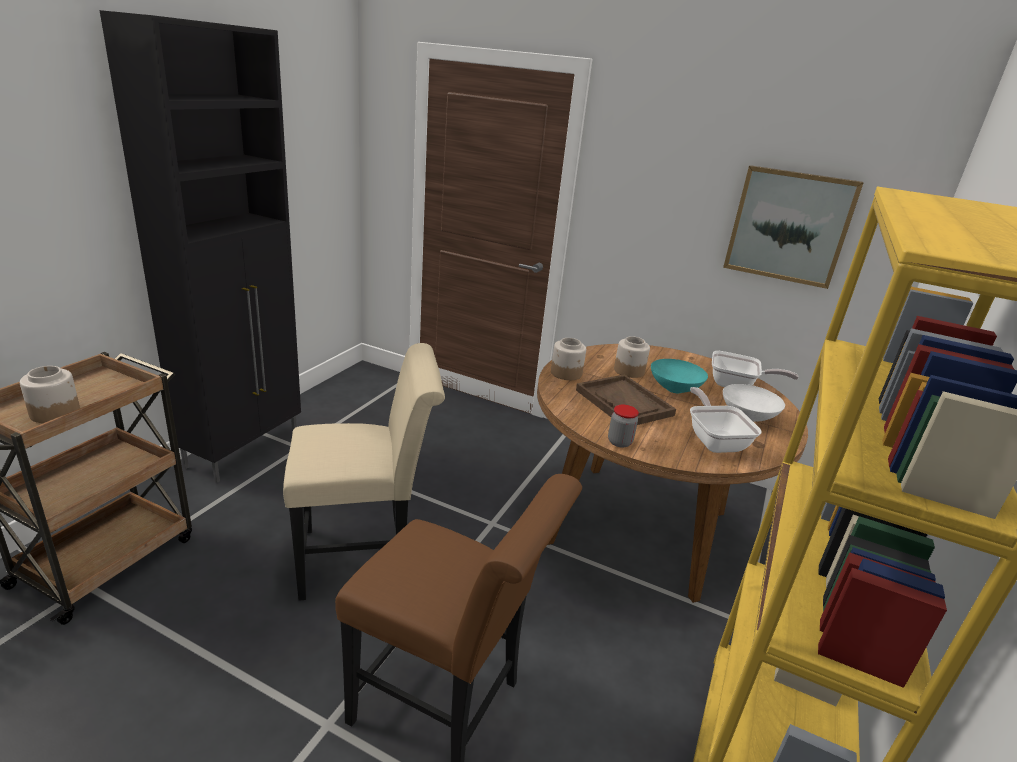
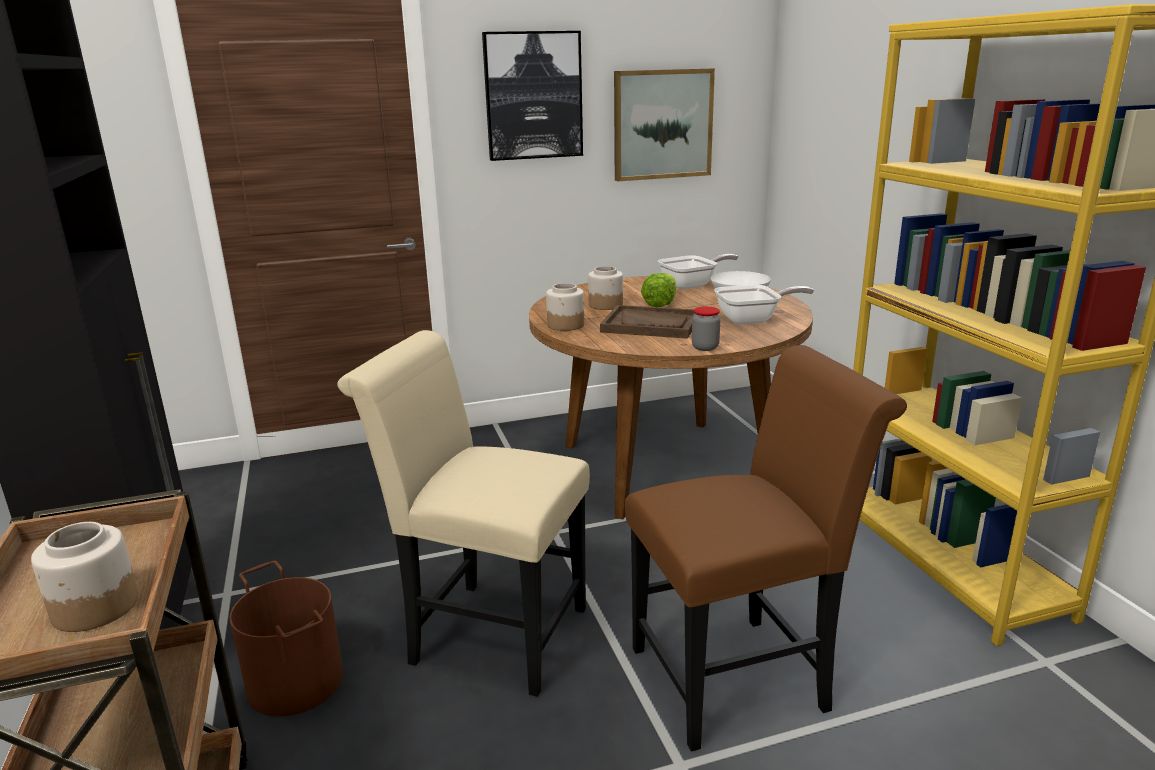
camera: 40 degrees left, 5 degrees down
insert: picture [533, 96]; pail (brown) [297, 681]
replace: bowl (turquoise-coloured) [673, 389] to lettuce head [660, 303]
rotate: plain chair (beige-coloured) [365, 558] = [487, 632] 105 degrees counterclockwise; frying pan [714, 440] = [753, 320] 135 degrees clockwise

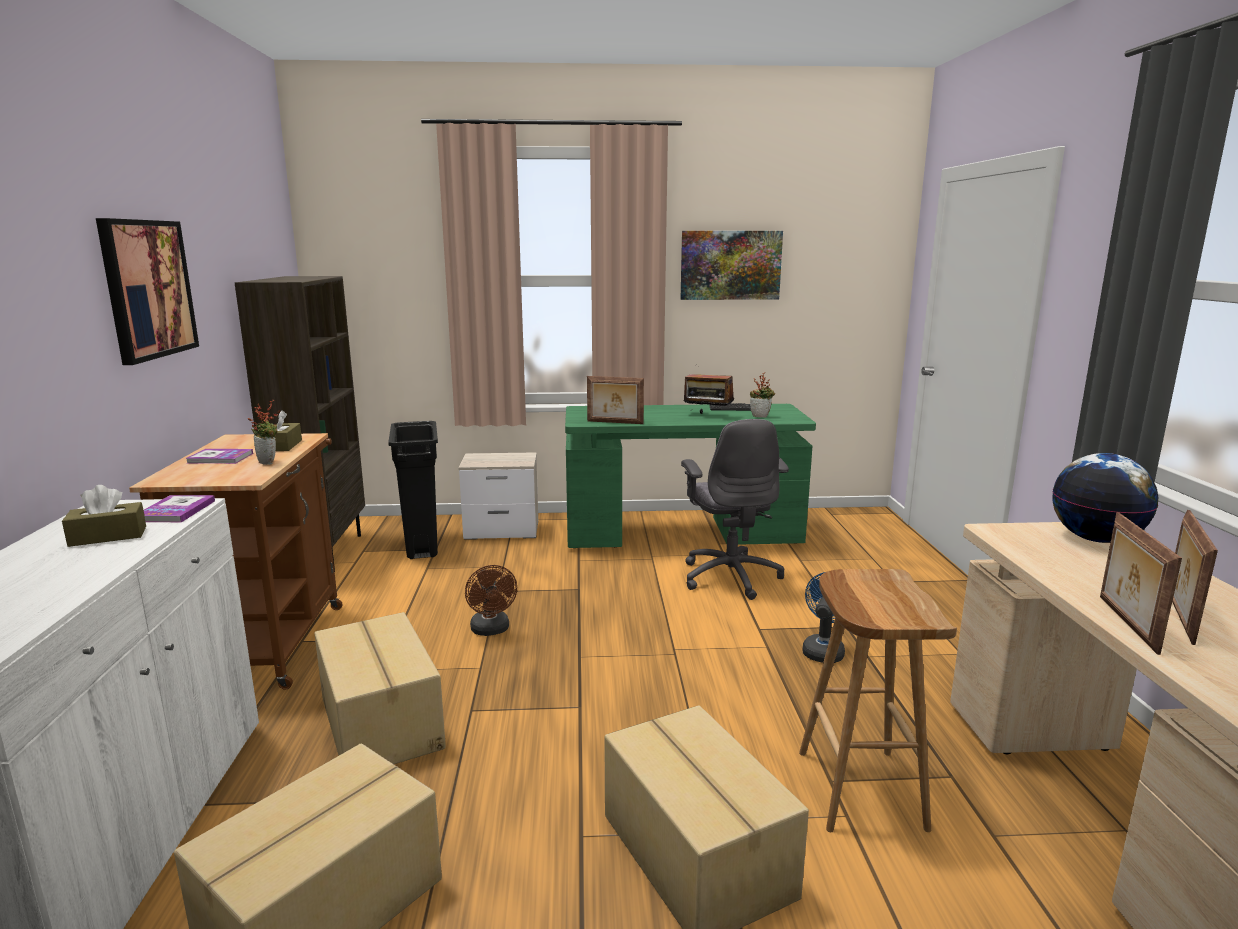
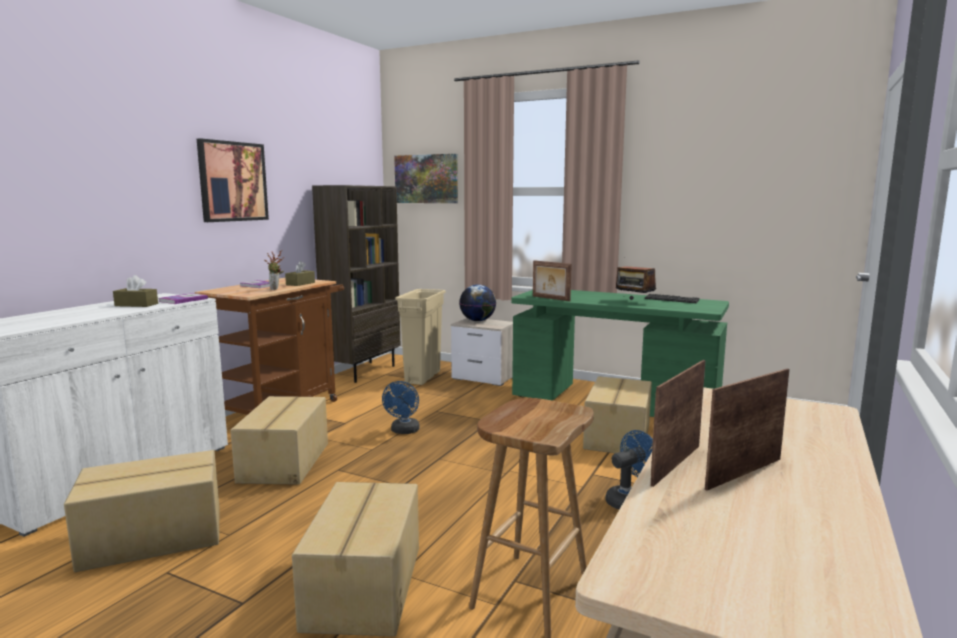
camera: 30 degrees right, 5 degrees down
delete: potted plant [761, 416]
move: picture [730, 265] to [426, 179]; globe [1096, 539] to [478, 321]
replace: computer chair (grey) [730, 576] to cardboard box [616, 436]
recolor: rubbish bin (black-coloured) [422, 546] to rubbish bin (beige-coloured) [422, 377]; electric fan (brown) [491, 630] to electric fan (blue-coloured) [404, 431]

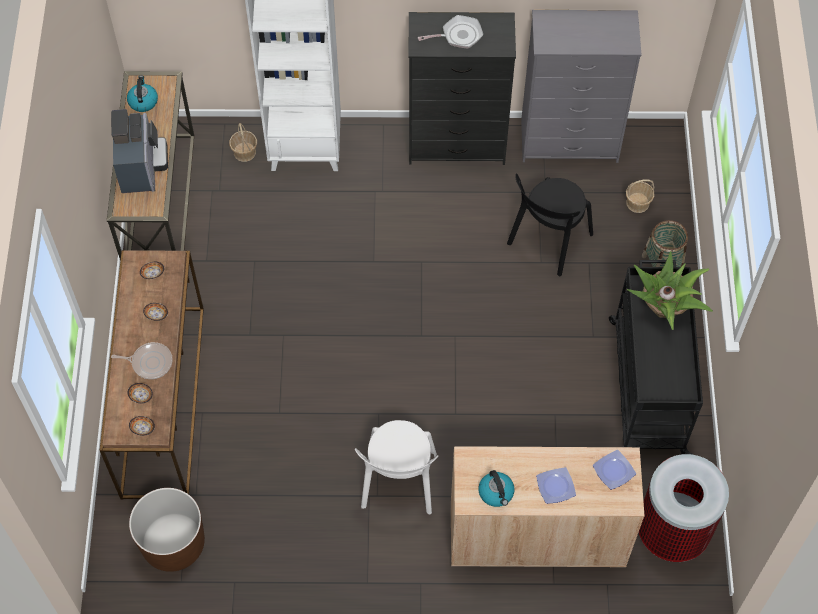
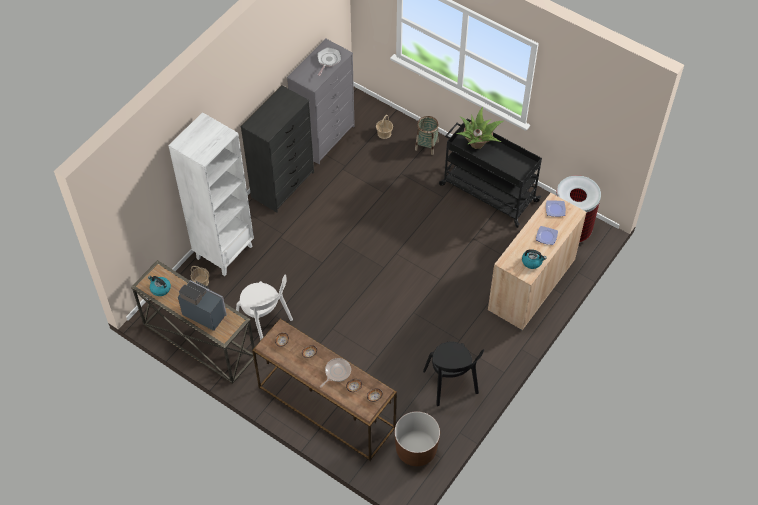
camera: 55 degrees left, 5 degrees down
move: frying pan [458, 35] to [328, 61]; plain chair (black-coloured) [547, 241] to [451, 384]; plain chair (white) [398, 484] to [265, 323]

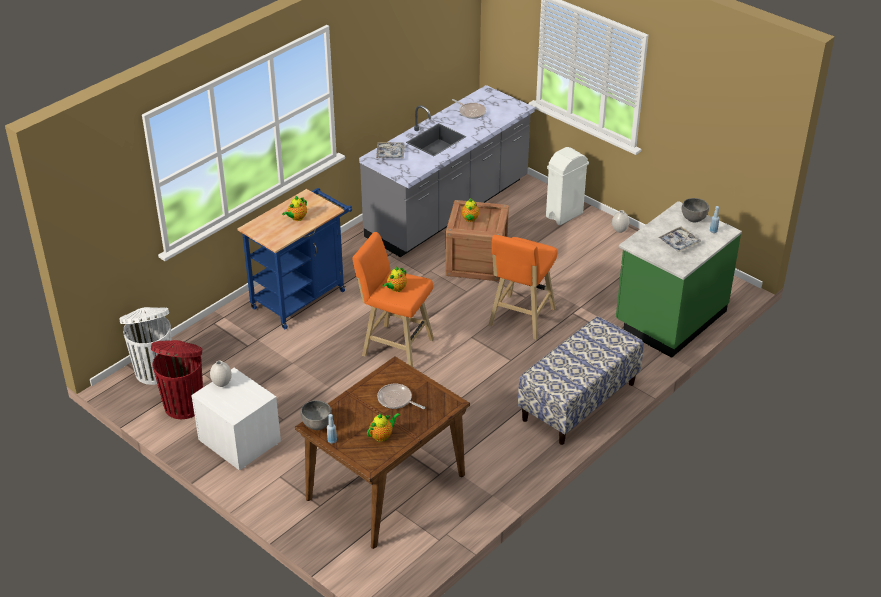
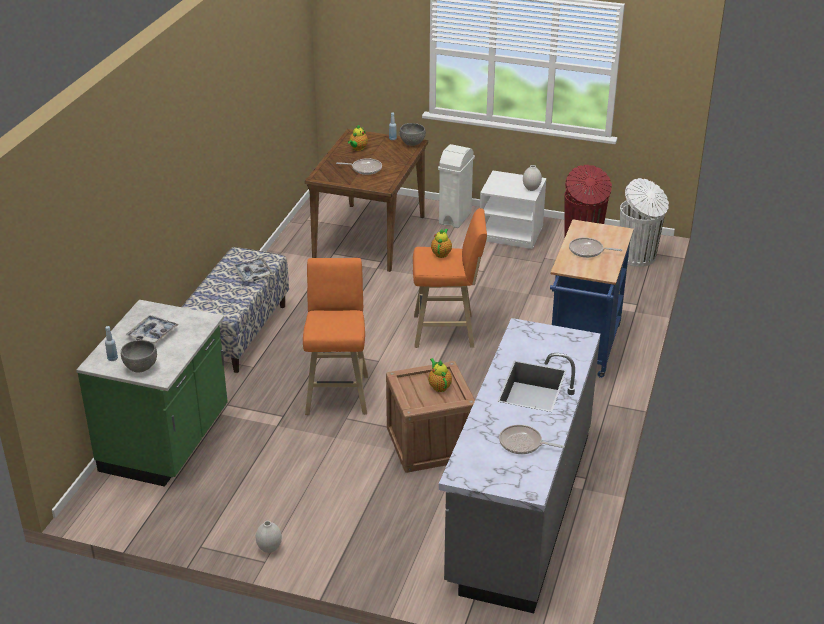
camera: 155 degrees right, 5 degrees down
move: carrying tray [390, 154] to [253, 273]; rubbish bin (white) [563, 215] to [455, 218]
replace: teapot [296, 218] to frying pan [588, 251]

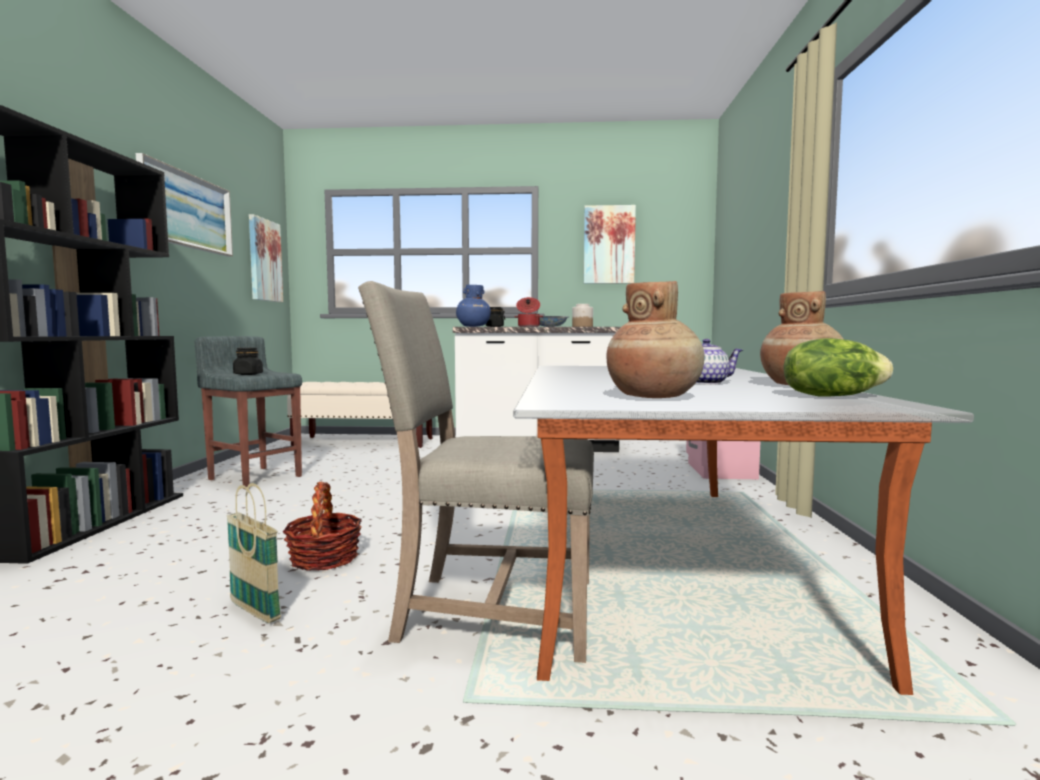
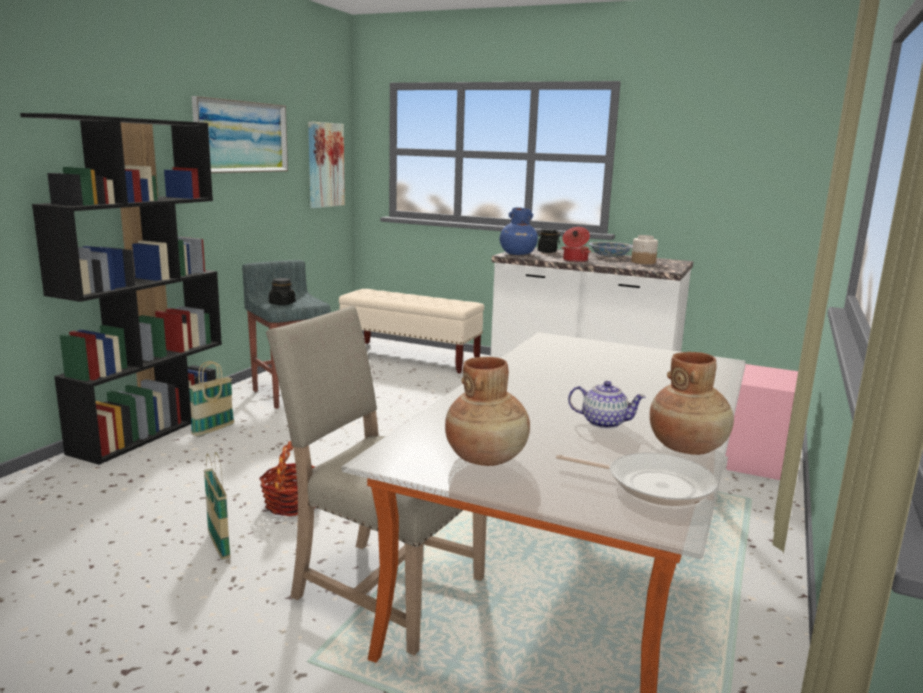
camera: 20 degrees right, 10 degrees up
delete: picture [609, 245]
insert: basket [213, 430]
replace: lettuce head [831, 396] to frying pan [653, 485]

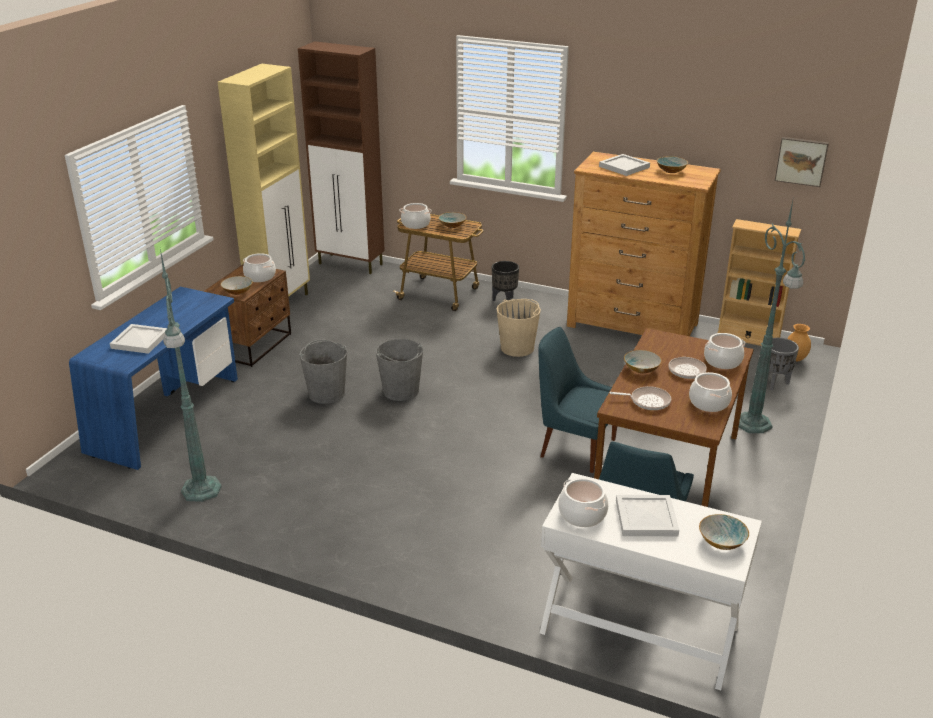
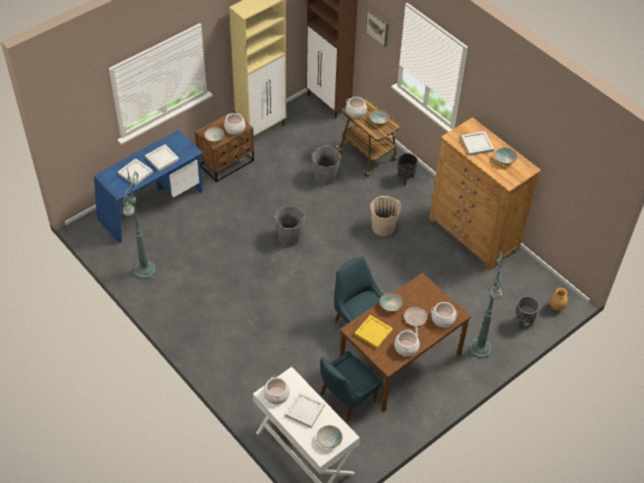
camera: 25 degrees right, 20 degrees up
delete: bookcase (beige-coloured) [748, 338]
insert: carrying tray (white) [162, 159]
move: picture [801, 161] to [378, 27]; pail (grey) [326, 393] to [325, 176]
replace: frying pan [647, 401] to carrying tray (yellow) [373, 332]

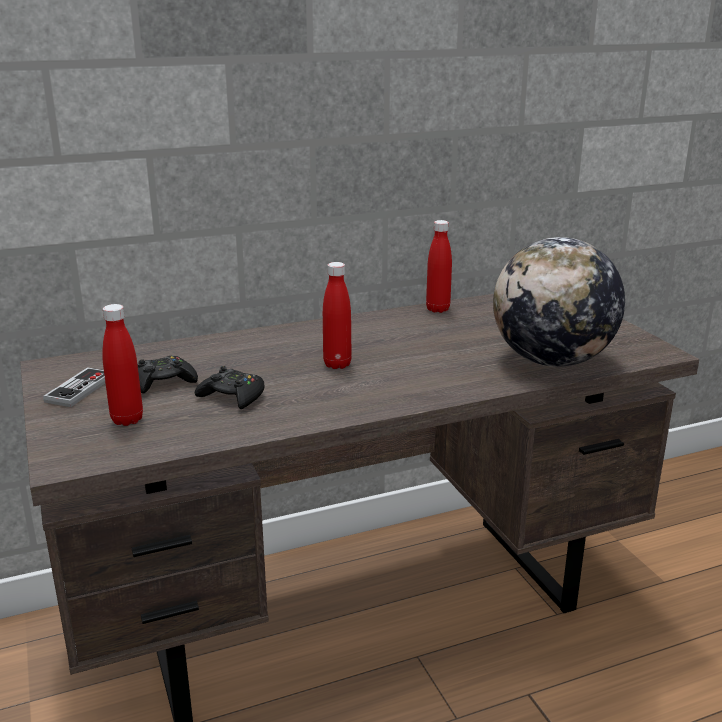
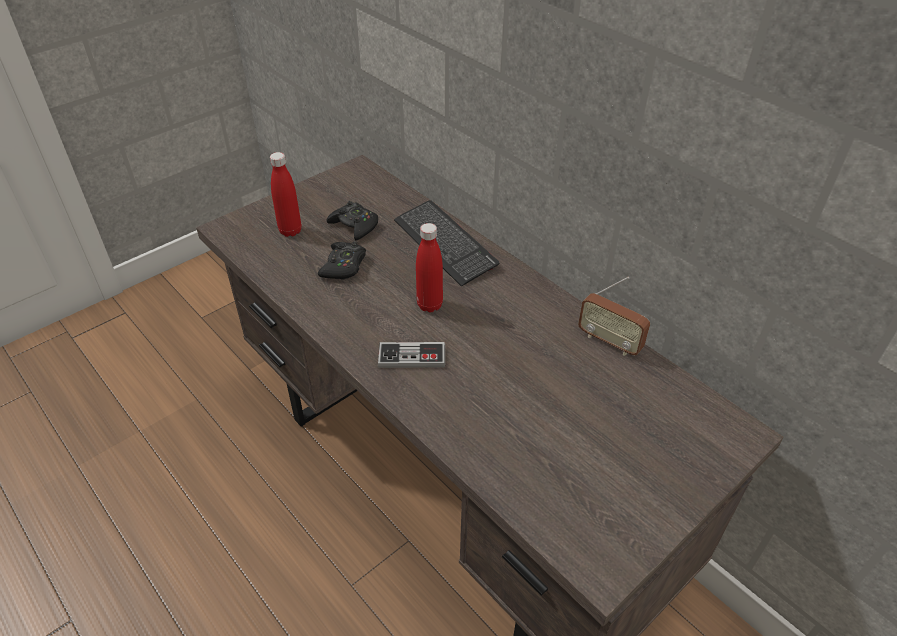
camera: 70 degrees right, 20 degrees up
delete: globe [552, 361]
insert: keyboard [445, 244]
move: game controller [80, 389] to [412, 357]
replace: drink bottle (red-coloured) [437, 309] to radio set [609, 341]

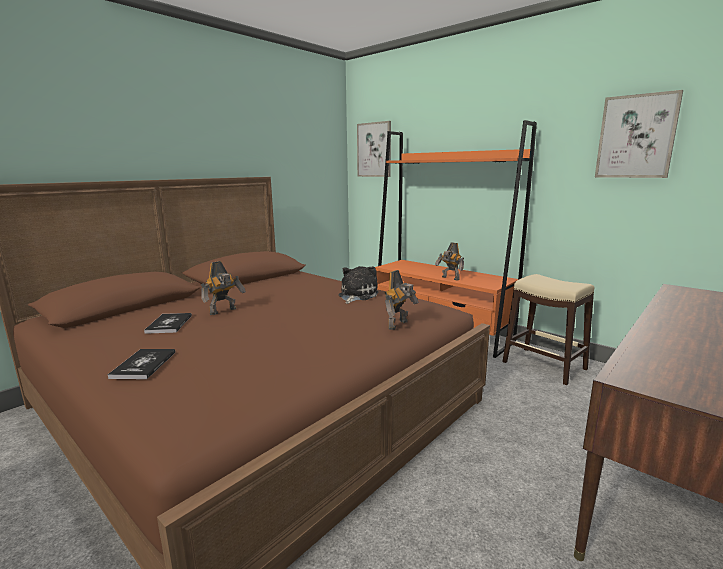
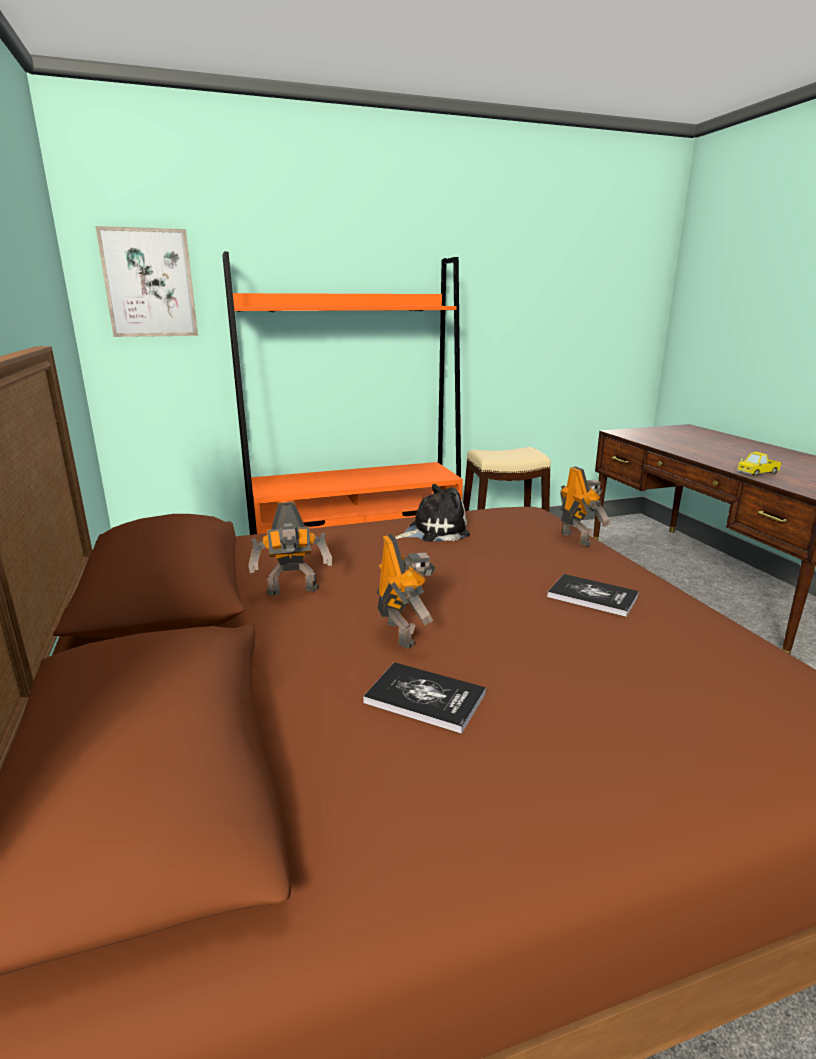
camera: 60 degrees left, 5 degrees up
delete: picture [636, 136]
insert: model truck [757, 473]
move: model robot [450, 278] to [293, 592]; book [144, 365] to [592, 596]
rotate: cuddly toy [356, 295] = [434, 531] 105 degrees clockwise

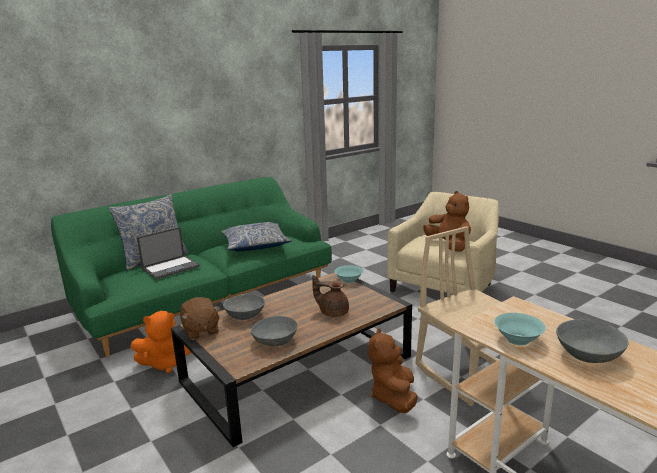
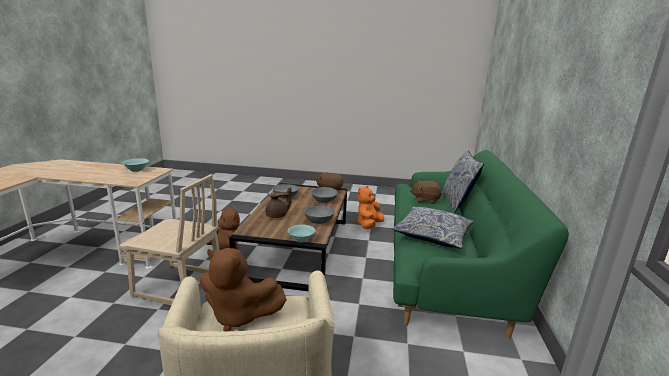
camera: 135 degrees right, 0 degrees up
move: bowl (grey) [587, 355] to [319, 221]
replace: portable computer [171, 267] to cuddly toy (brown) [425, 200]

